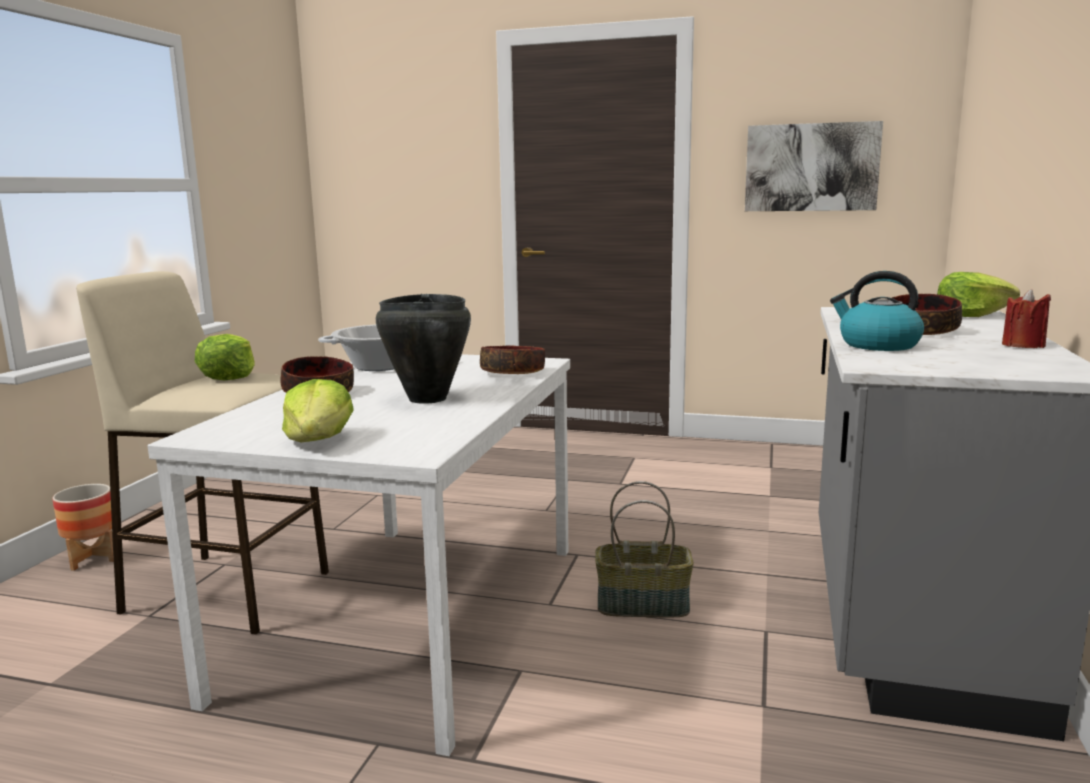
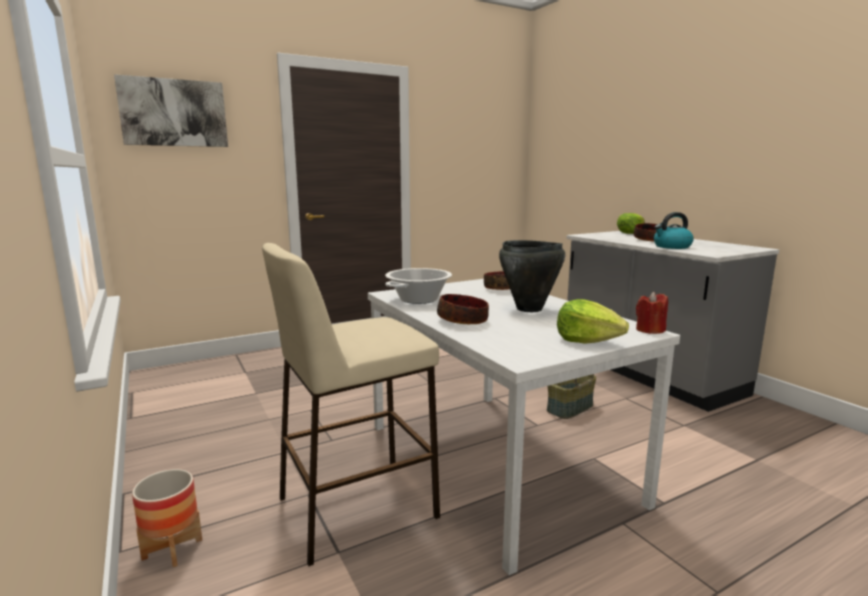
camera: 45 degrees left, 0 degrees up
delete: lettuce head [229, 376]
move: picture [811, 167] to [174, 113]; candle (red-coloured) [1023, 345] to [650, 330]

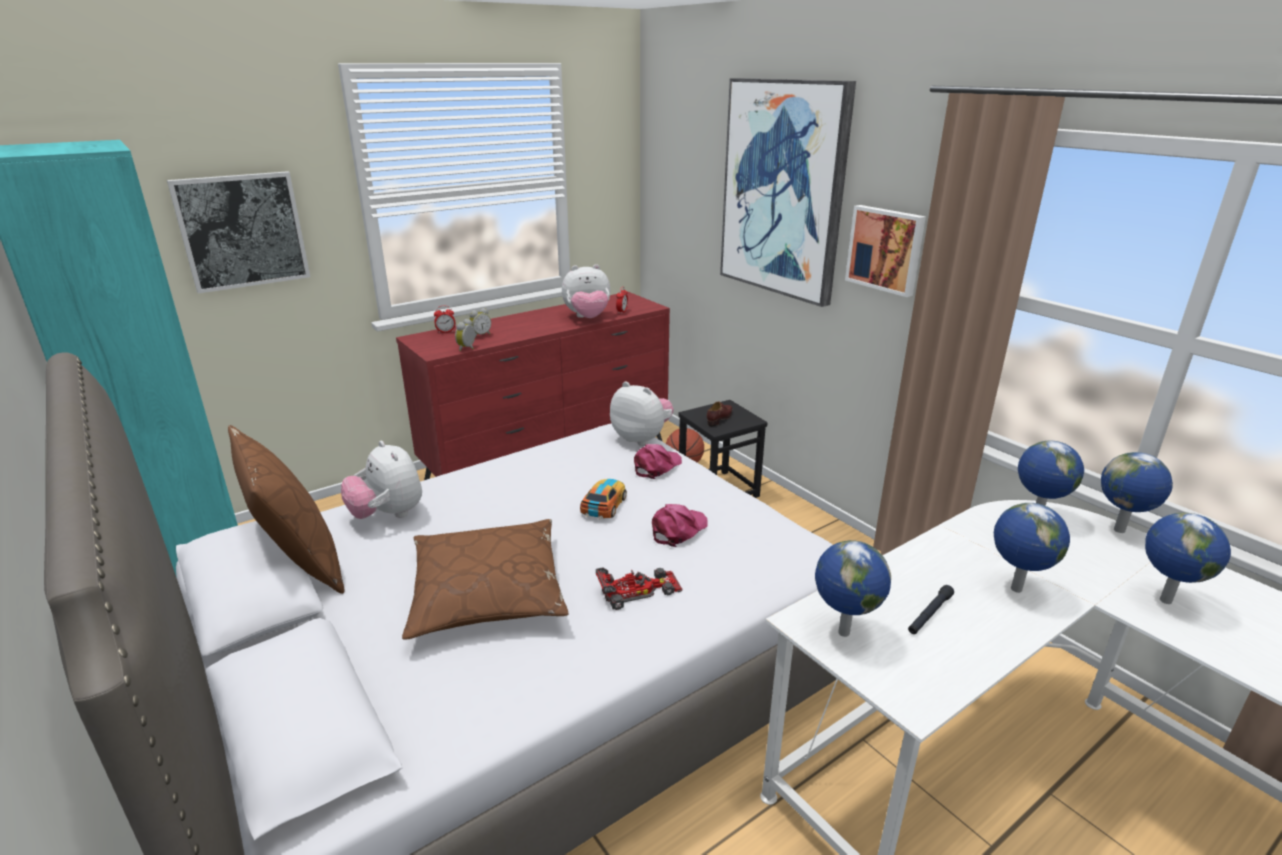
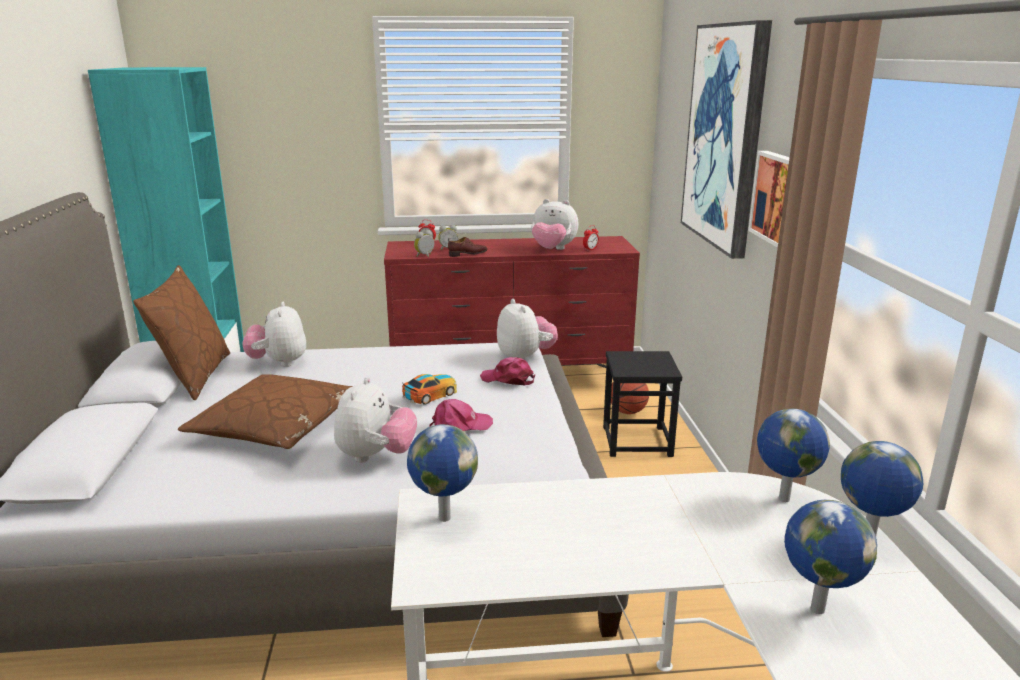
camera: 30 degrees right, 5 degrees down
delete: picture [242, 231]; globe [1015, 589]; torch (black-coloured) [929, 614]
move: low shoe (brown) [720, 418] to [468, 254]
replace: toy car [638, 590] to cuddly toy [376, 456]
rotate: peaked cap (pink) [657, 466] = [508, 379] 135 degrees counterclockwise

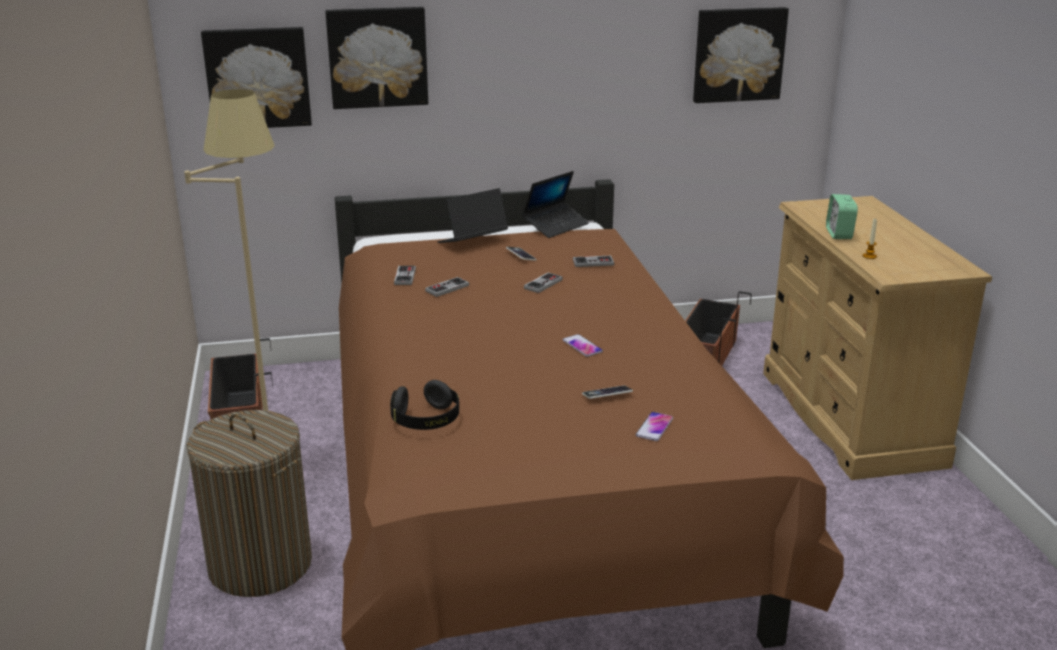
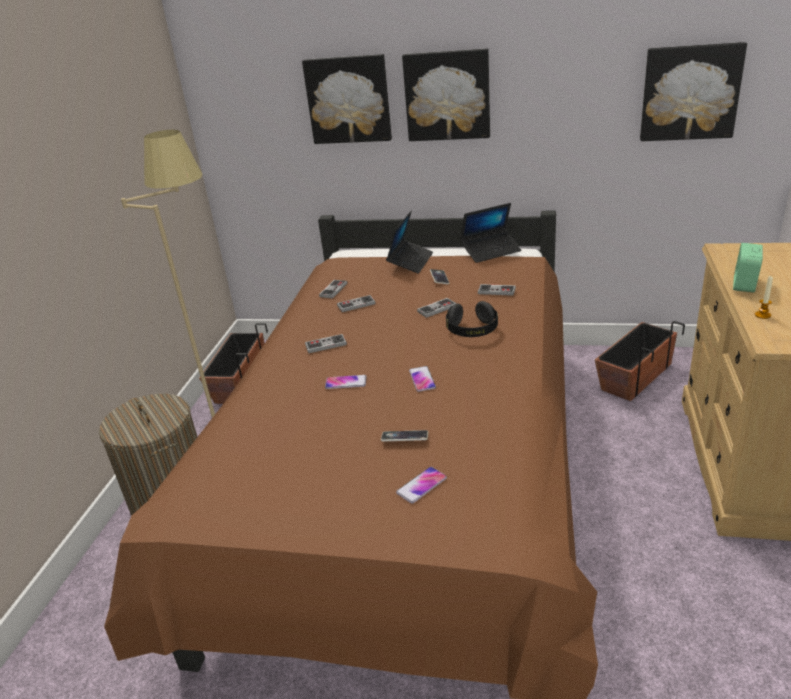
camera: 25 degrees right, 5 degrees up
insert: game controller [326, 345]; handset [346, 382]
move: picture [258, 77] to [447, 95]; headset (black-coloured) [426, 420] to [472, 330]
rotate: portable computer [472, 242] = [410, 262] 120 degrees clockwise

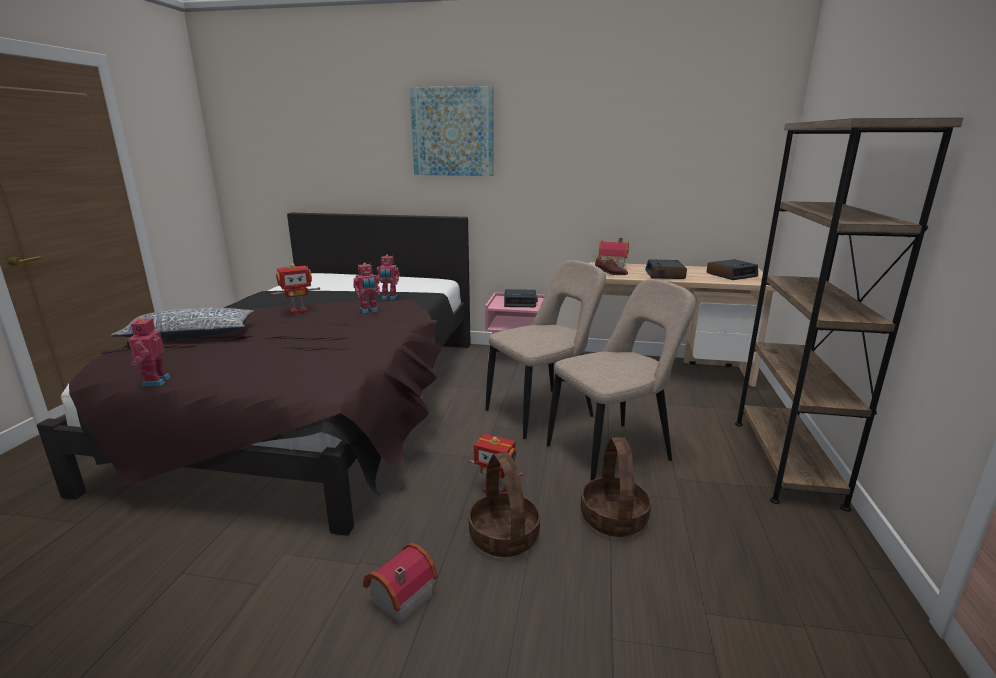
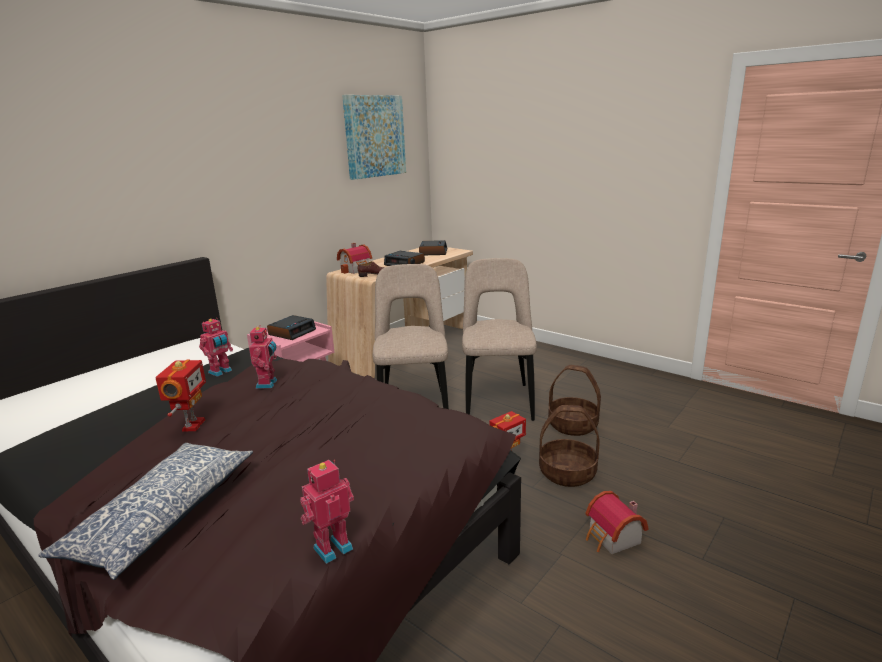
camera: 60 degrees left, 0 degrees up
delete: bookcase (brown) [785, 461]
move: picture [453, 132] to [374, 136]
rotate: model robot [154, 381] = [331, 547] 120 degrees clockwise

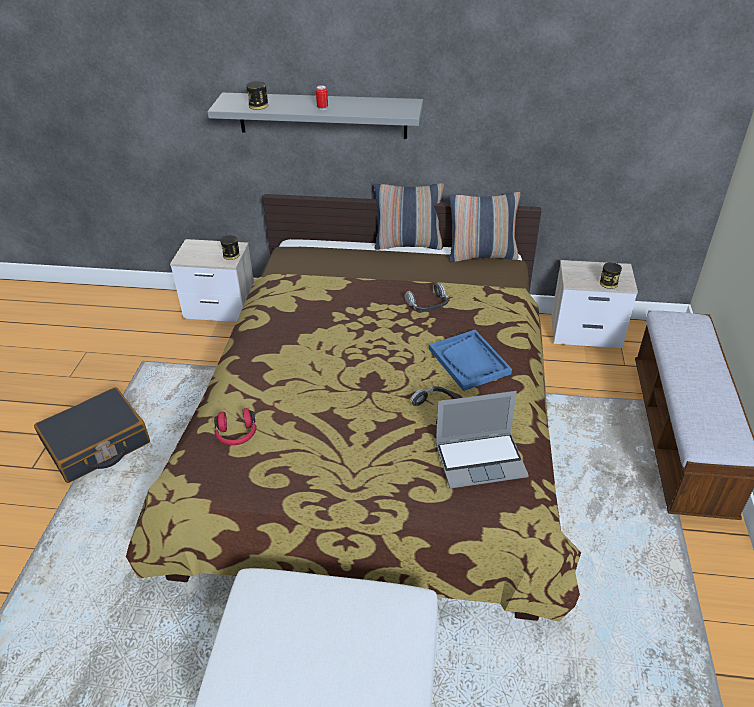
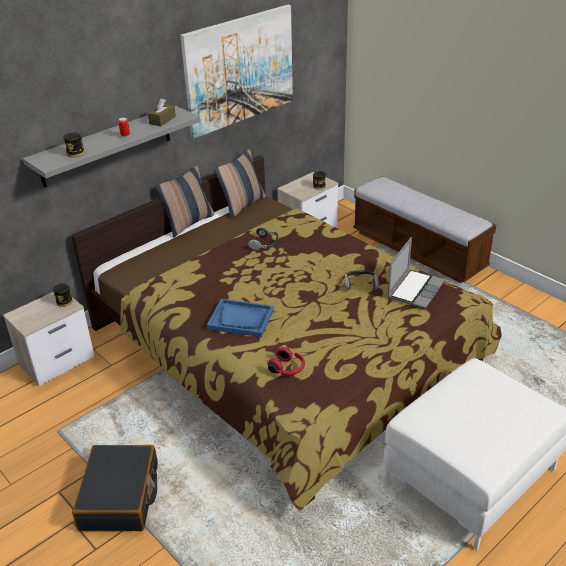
camera: 50 degrees left, 5 degrees down
insert: picture [239, 70]; tissue box (brown) [162, 120]
move: carrying tray (blue-coloured) [469, 361] to [241, 319]

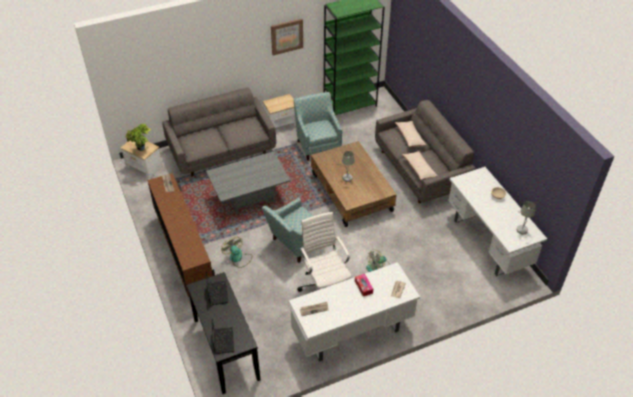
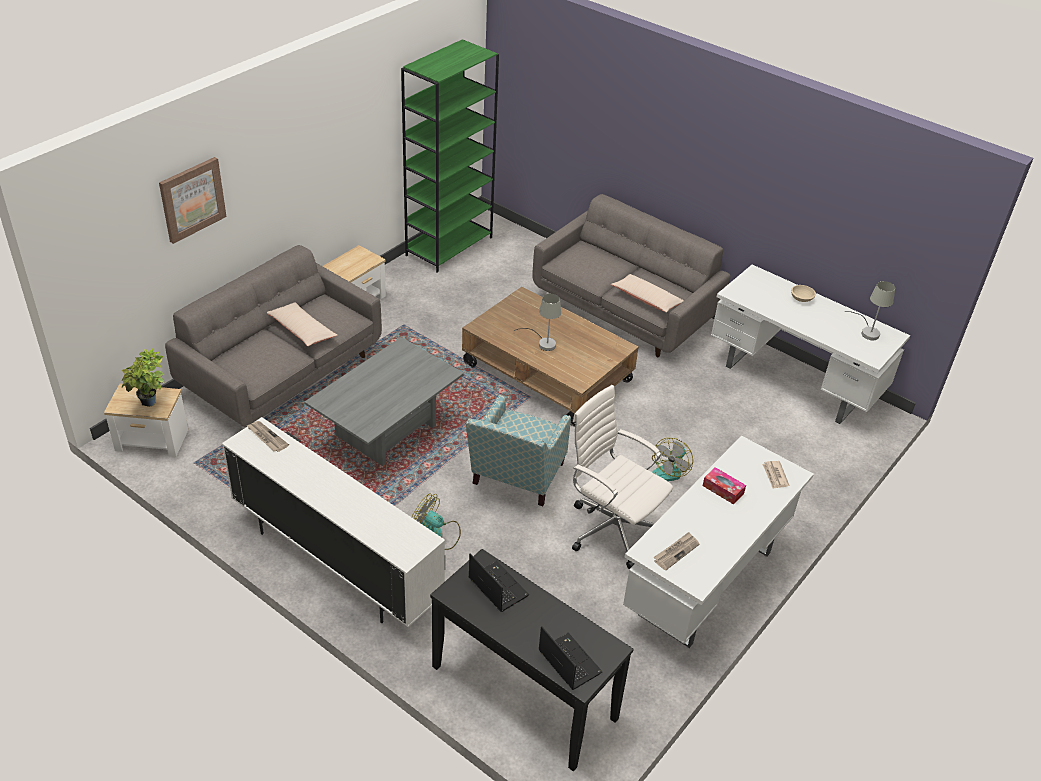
camera: 30 degrees left, 5 degrees down
delete: easy chair [317, 144]
move: picture [286, 36] to [192, 199]; throw pillow (beige-coloured) [410, 137] to [302, 330]
recolor: tv unit (brown) [184, 254] to tv unit (white) [335, 563]

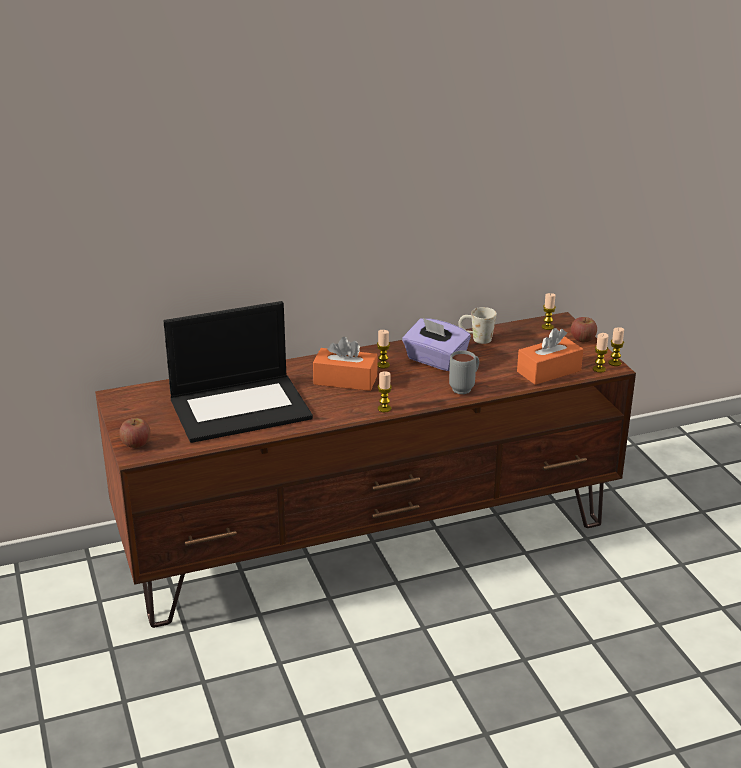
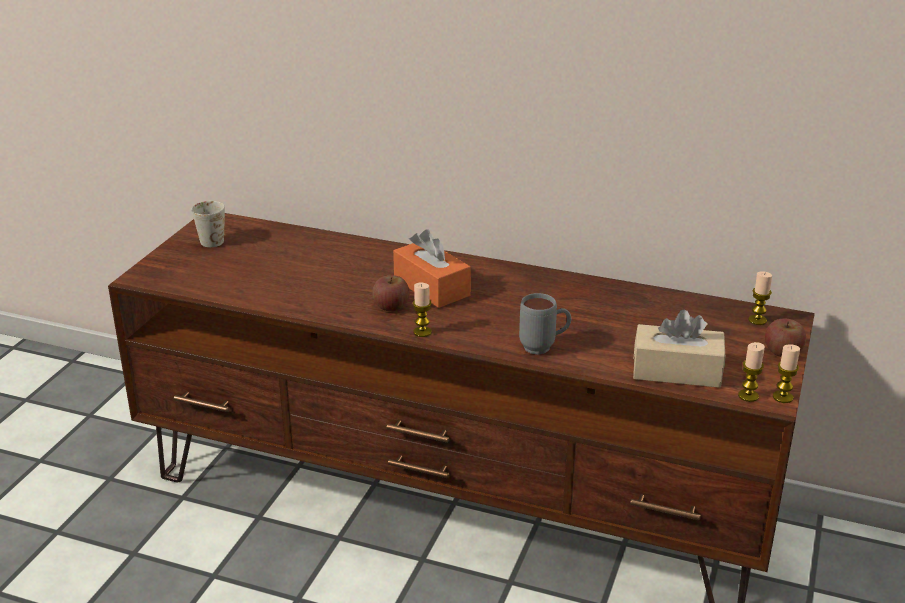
camera: 40 degrees right, 0 degrees up
delete: portable computer [241, 407]; tissue box (purple-coloured) [435, 360]; candle [383, 365]
move: mug (white) [476, 339] to [208, 239]; apple fruit [136, 443] to [391, 306]
recolor: tissue box (orange-coloured) [549, 371] to tissue box (beige-coloured) [676, 371]

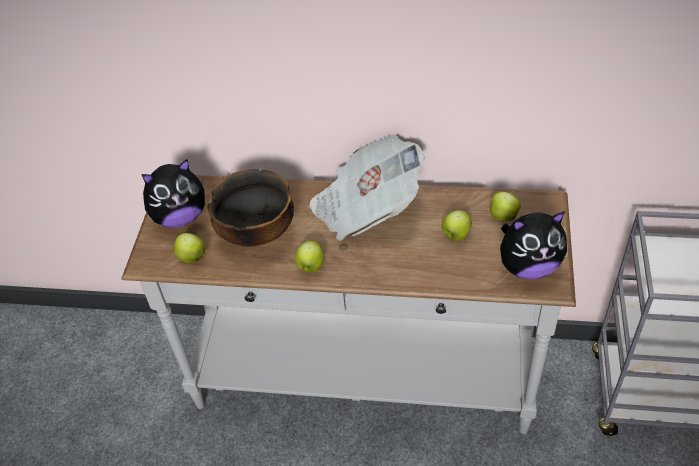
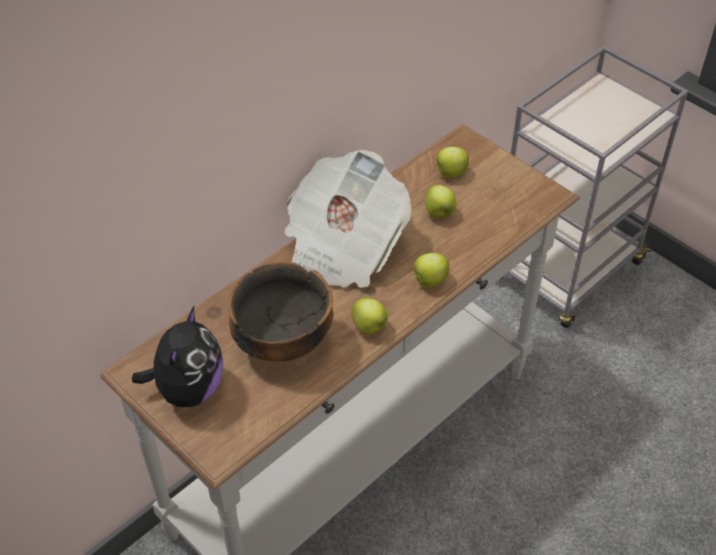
camera: 55 degrees left, 0 degrees up
delete: cuddly toy [528, 266]
move: apple fruit [191, 257] to [429, 281]

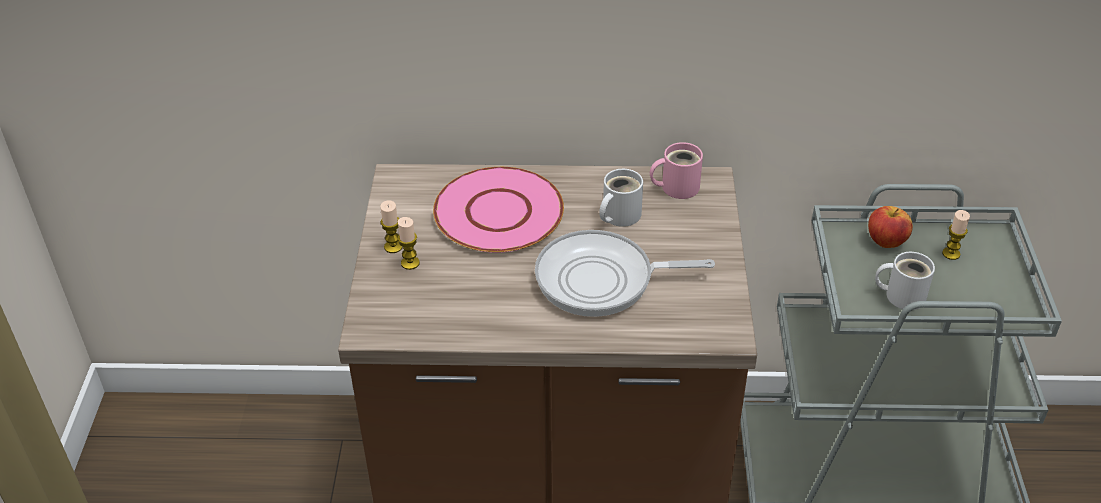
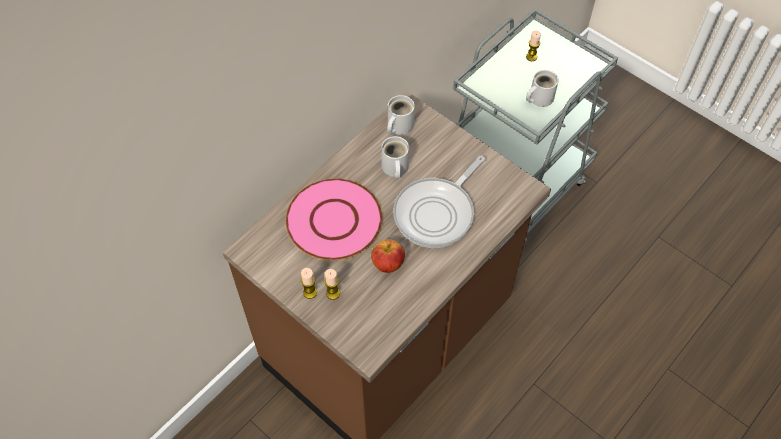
camera: 50 degrees left, 15 degrees up
move: apple fruit [886, 241] to [388, 264]
recolor: mug (pink) [676, 186] to mug (white) [398, 126]

